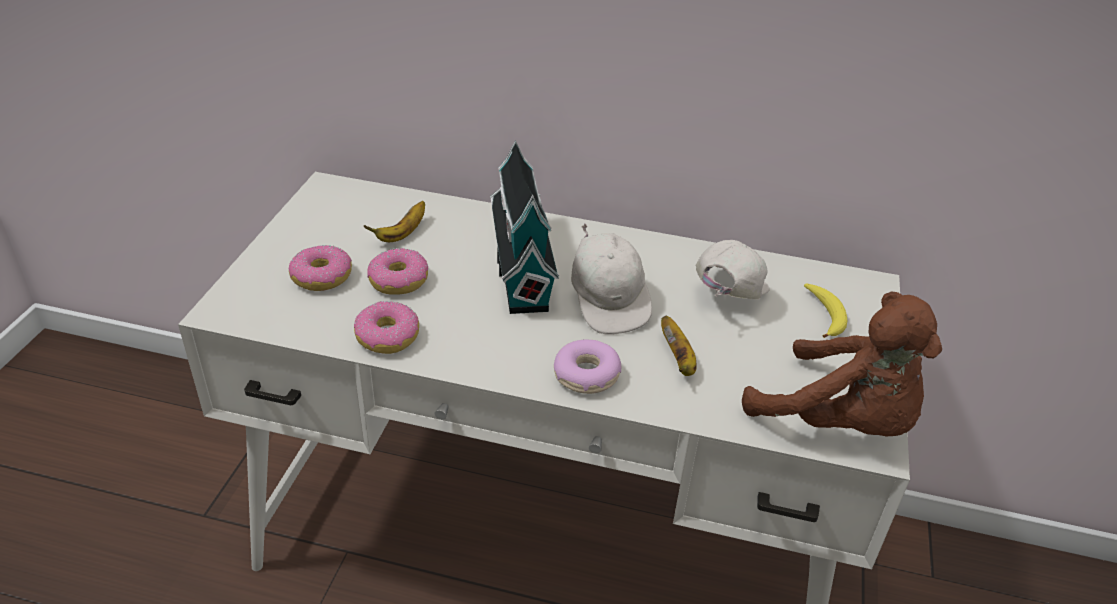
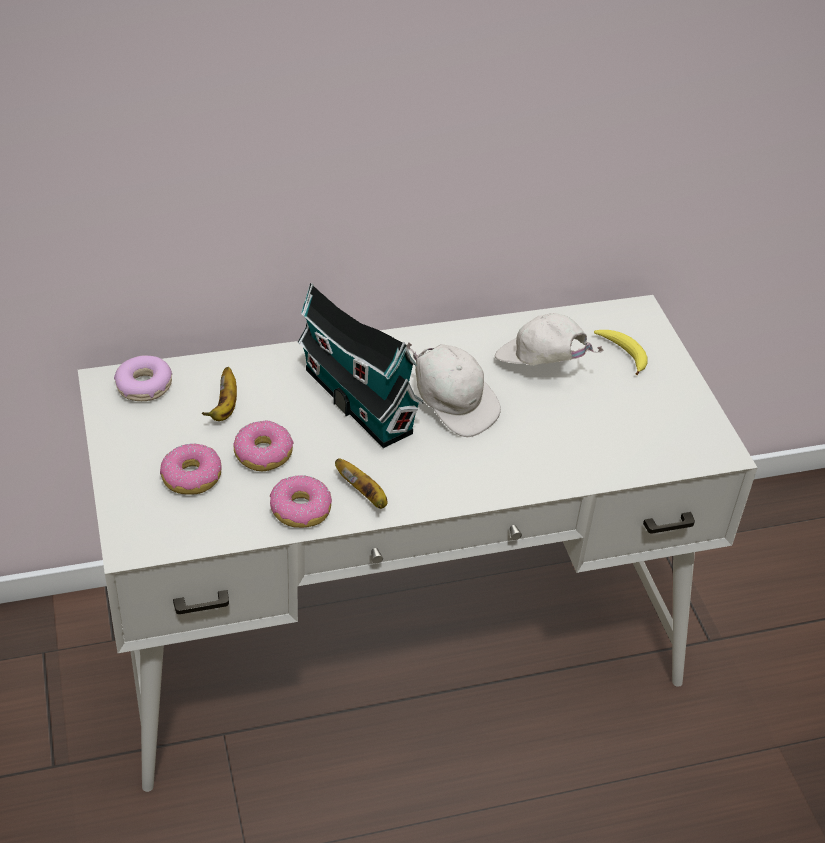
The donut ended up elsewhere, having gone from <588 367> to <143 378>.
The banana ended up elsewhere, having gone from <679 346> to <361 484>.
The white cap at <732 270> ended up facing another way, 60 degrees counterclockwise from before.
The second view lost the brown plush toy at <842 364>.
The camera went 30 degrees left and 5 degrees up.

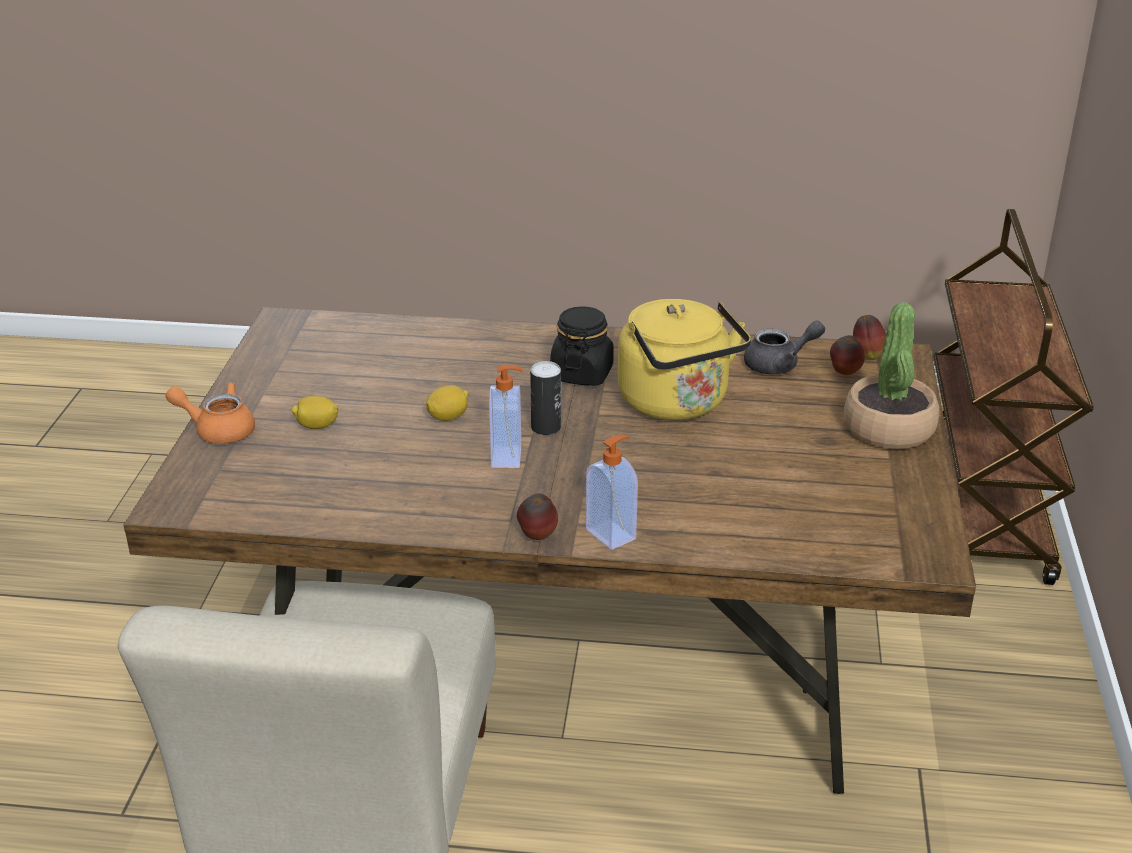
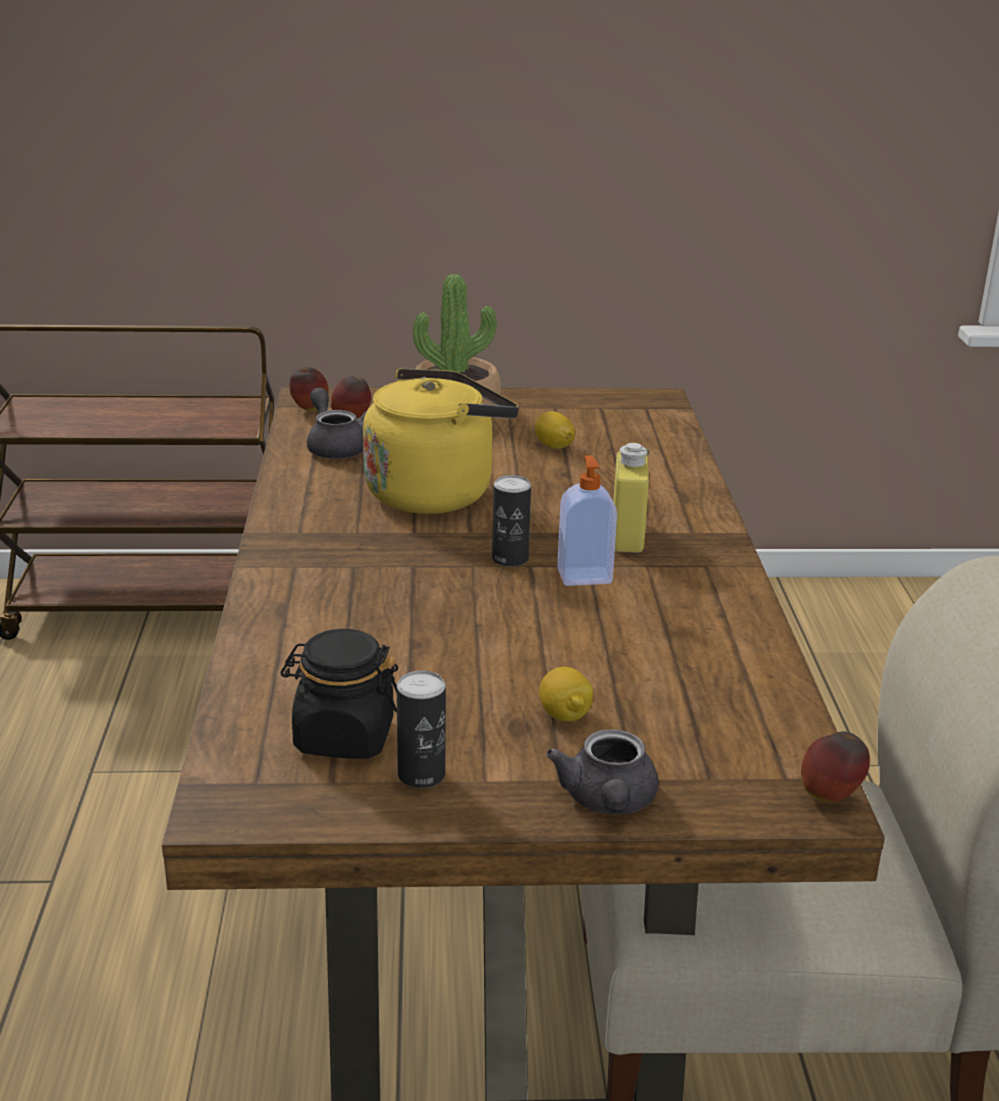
What was the orange teapot at <210 413> turned into the grey teapot at <602 771>.
The lemon ended up elsewhere, having gone from <447 403> to <555 430>.
The apple ended up elsewhere, having gone from <537 516> to <835 767>.
The black jar ended up elsewhere, having gone from <582 346> to <339 694>.
The second view lost the soap dispenser at <612 492>.
The second view gained the can at <421 729>.
The second view gained the yellow bottle at <631 498>.
The camera went 100 degrees left and 5 degrees down.

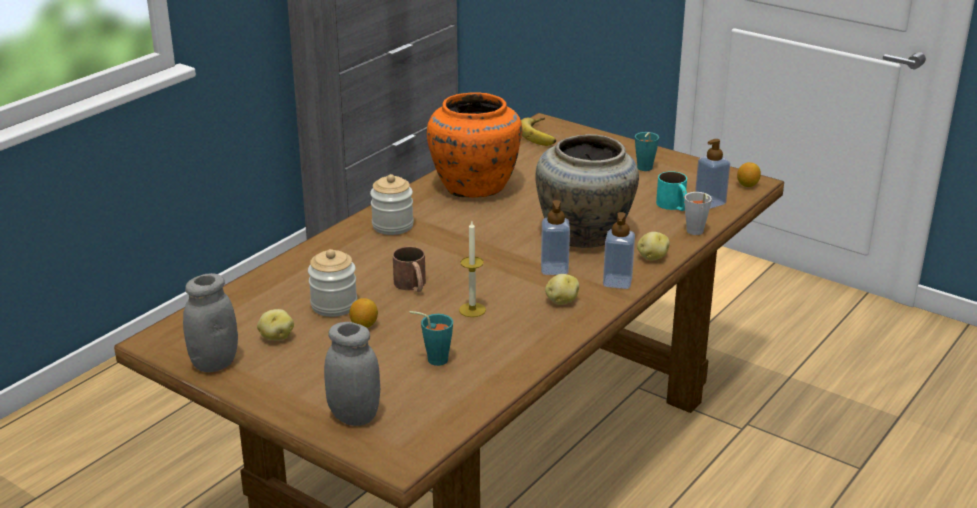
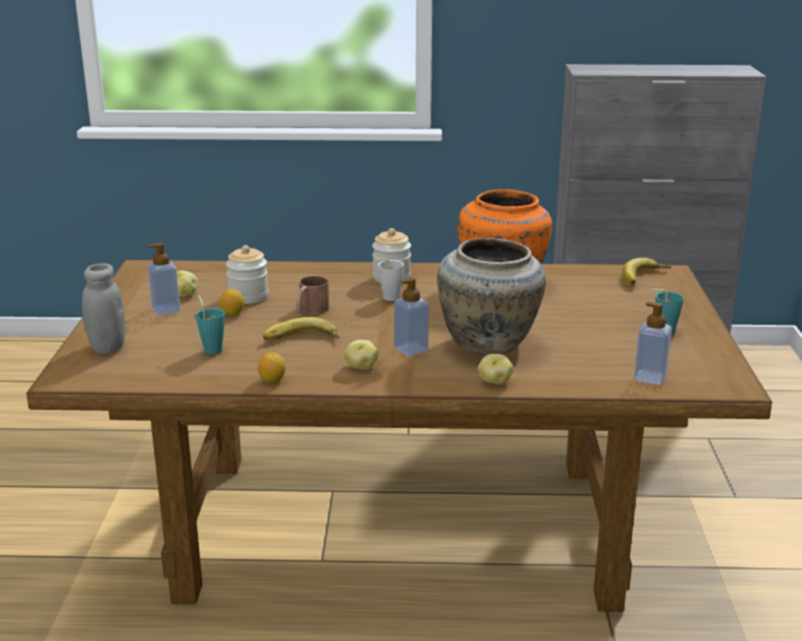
The second view lost the grey jar at <210 322>.
Where the candle stood at <472 269>, the banana came to stand at <301 329>.
The soap dispenser ended up elsewhere, having gone from <619 250> to <163 279>.
The second view lost the turquoise mug at <671 191>.
The grey cup ended up elsewhere, having gone from <698 213> to <389 279>.
The lemon ended up elsewhere, having gone from <749 174> to <272 367>.
The camera went 55 degrees right and 5 degrees down.

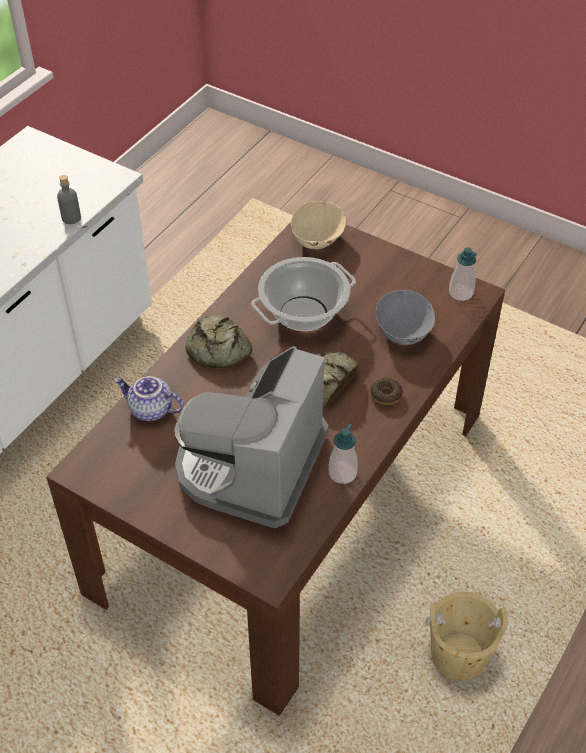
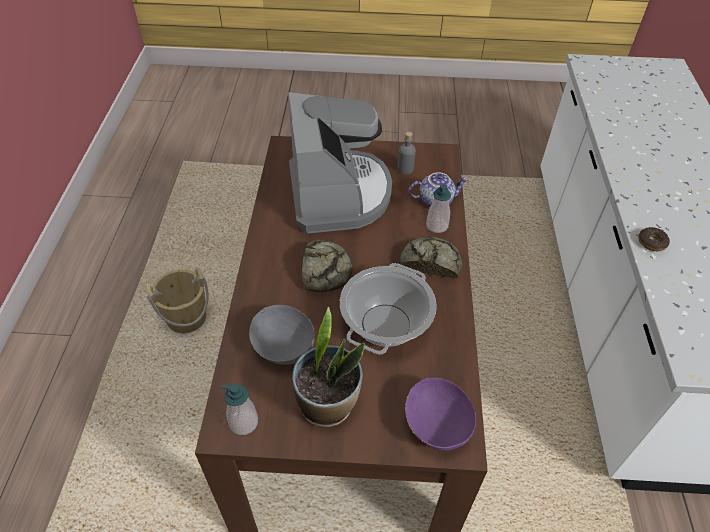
The grey bottle ended up elsewhere, having gone from <69 199> to <406 153>.
What was the beige bowl at <318 225> turned into the purple bowl at <440 414>.
The soap dispenser ended up elsewhere, having gone from <343 453> to <438 208>.
The donut ended up elsewhere, having gone from <386 391> to <654 239>.
The second view gained the potted plant at <328 366>.
The camera went 150 degrees right and 0 degrees up.

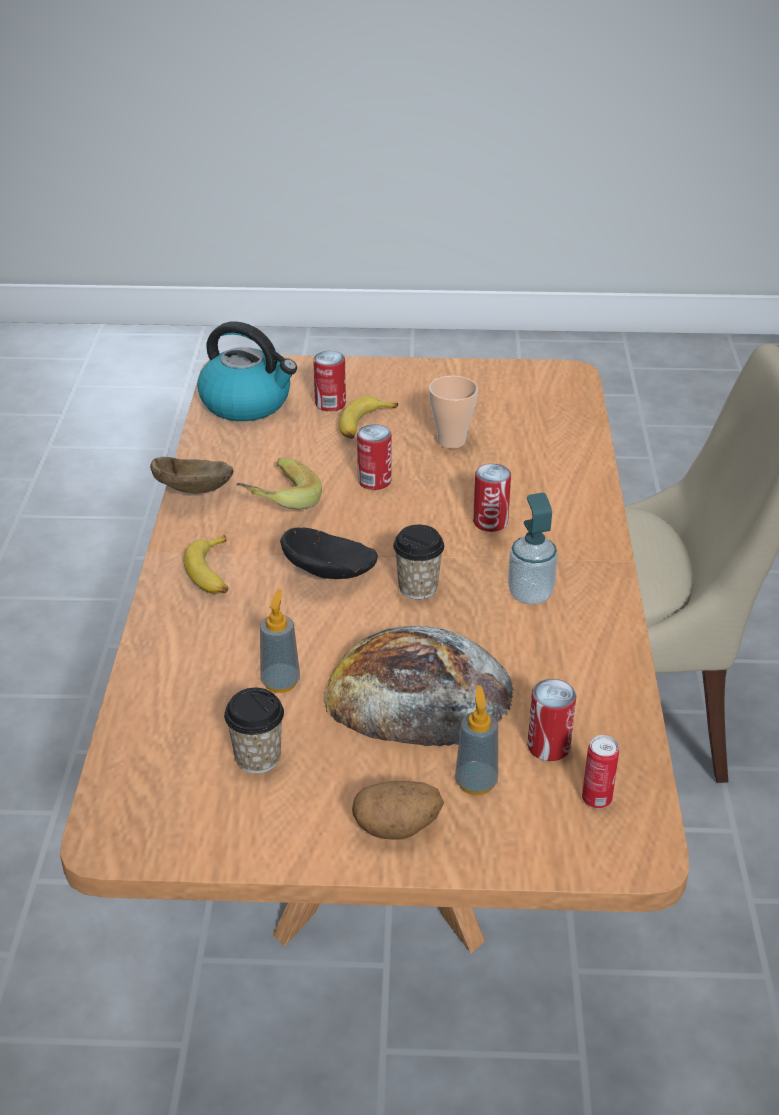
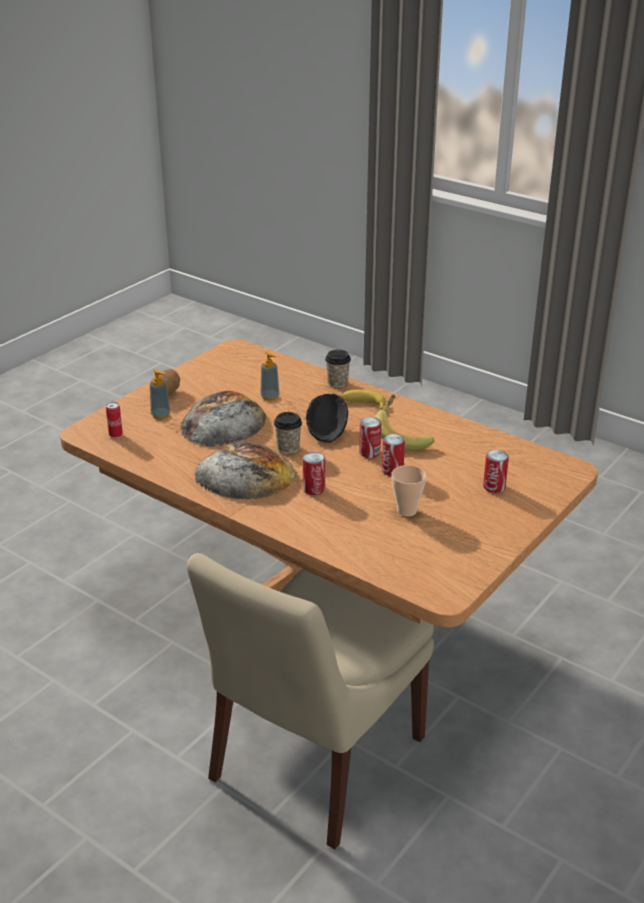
The second view lost the brown bowl at <191 475>.
The second view lost the kettle at <247 371>.
The cup ended up elsewhere, having gone from <254 731> to <338 369>.
The second view lost the banana at <368 417>.
Where the soap dispenser stood at <533 549>, the bread came to stand at <244 470>.
The can ended up elsewhere, having gone from <551 720> to <370 437>.
The camera went 125 degrees right and 5 degrees down.

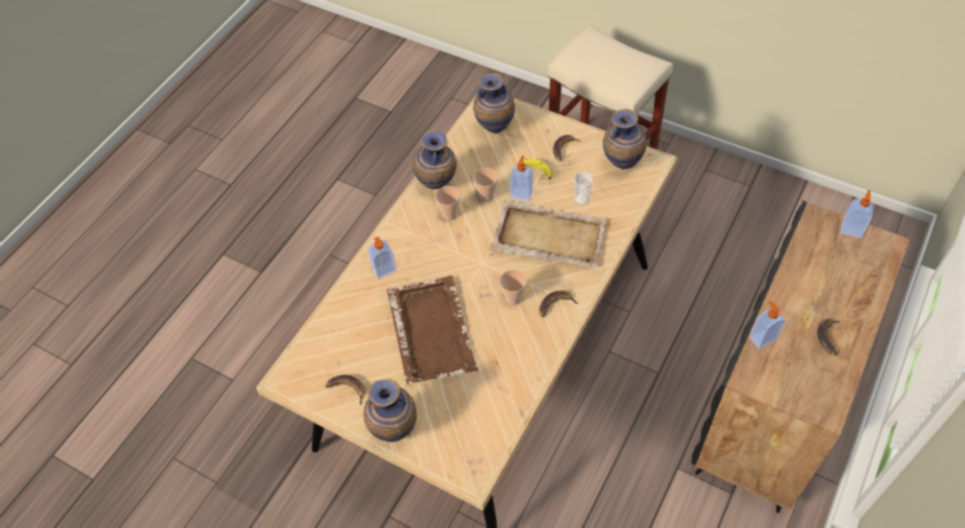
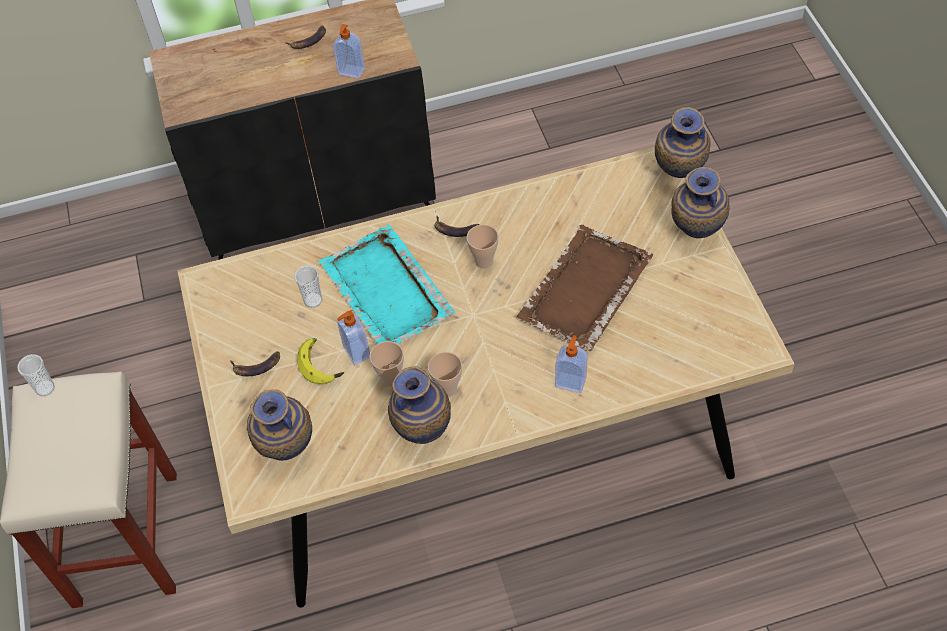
The second view lost the banana at <345 390>.
What was the beige tray at <548 234> turned into the turquoise tray at <386 284>.
The vase ended up elsewhere, having gone from <625 139> to <682 142>.
The second view lost the soap dispenser at <857 214>.
The second view gained the cup at <36 375>.
The camera went 135 degrees left and 0 degrees up.

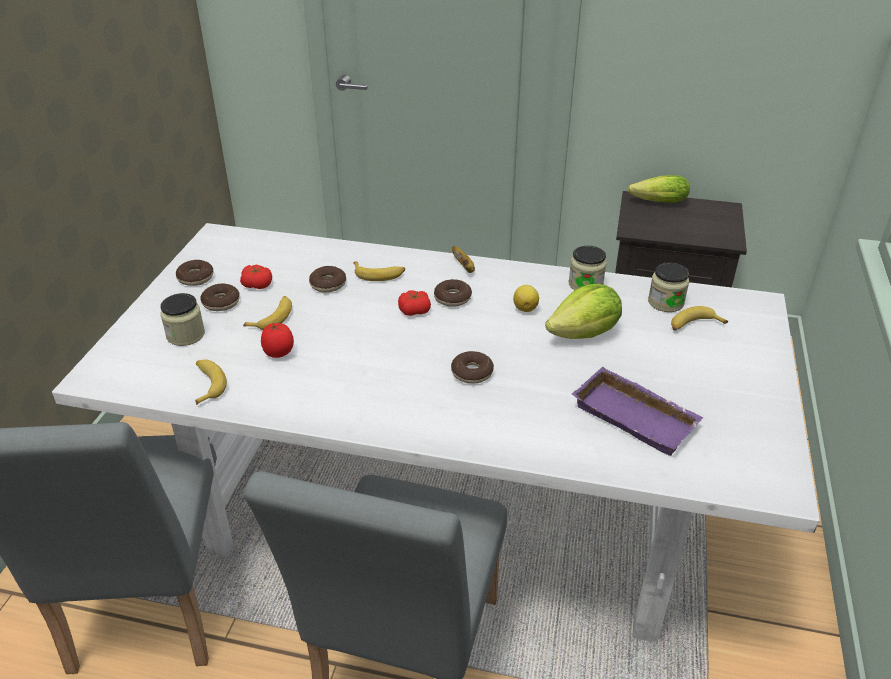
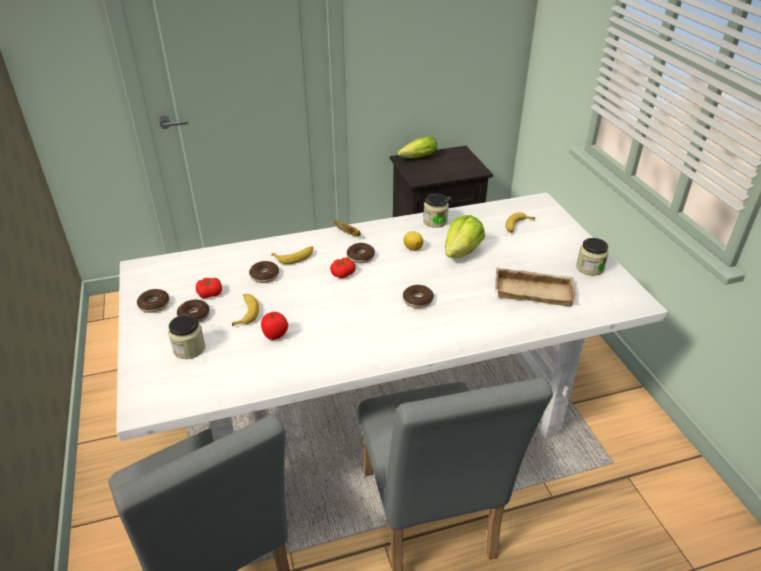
The second view lost the banana at <211 382>.
What was the purple tray at <637 411> turned into the beige tray at <535 286>.
The jar ended up elsewhere, having gone from <668 287> to <592 257>.
The camera went 30 degrees left and 0 degrees up.

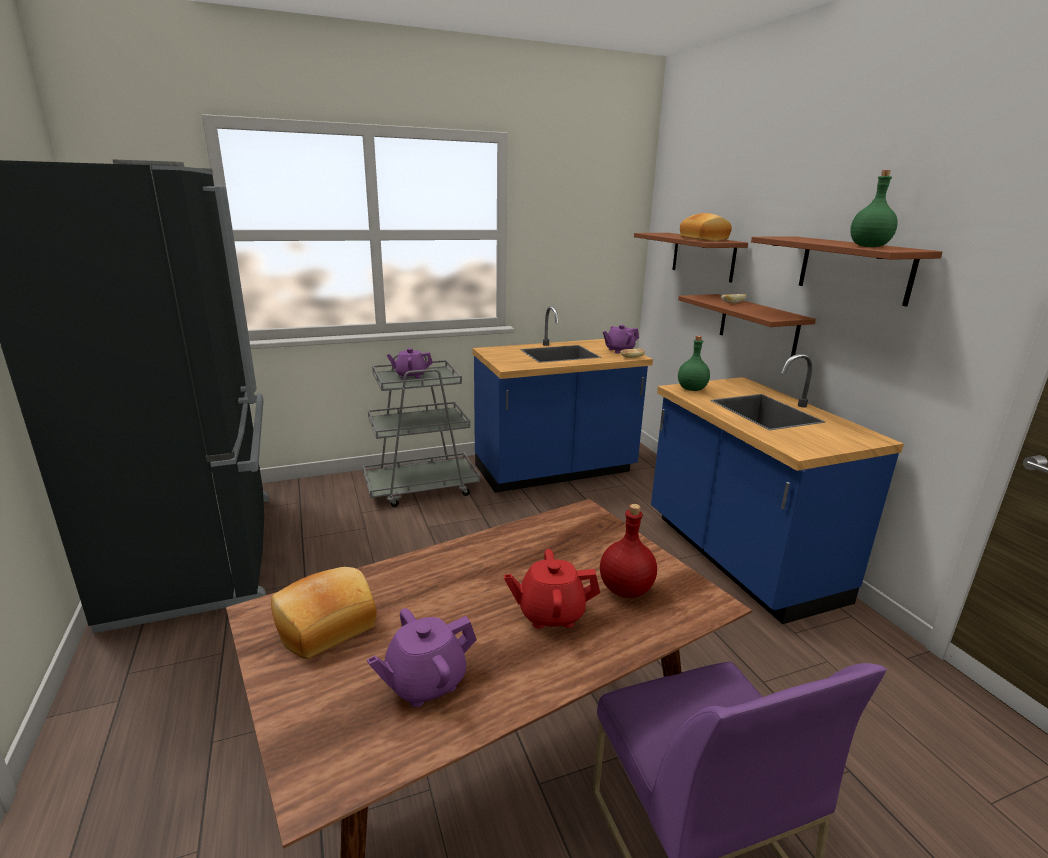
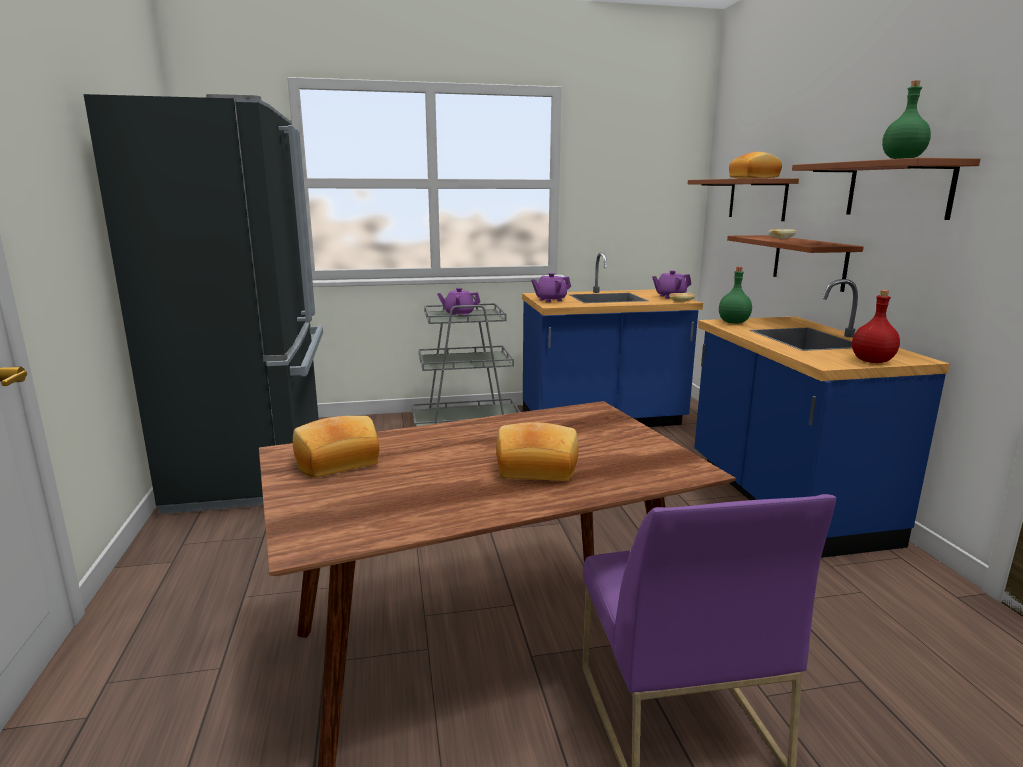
The purple teapot ended up elsewhere, having gone from <422 657> to <551 287>.
Where the red teapot stood at <552 589>, the bread came to stand at <537 451>.
The red bottle ended up elsewhere, having gone from <628 551> to <876 326>.
The camera went 10 degrees right and 5 degrees down.

